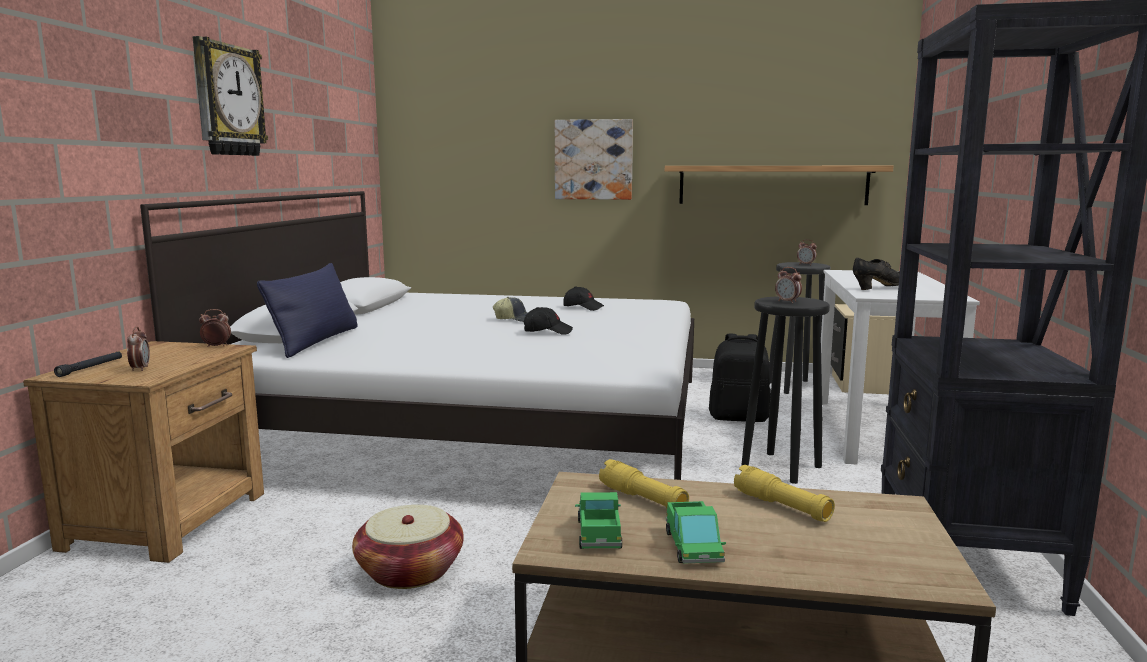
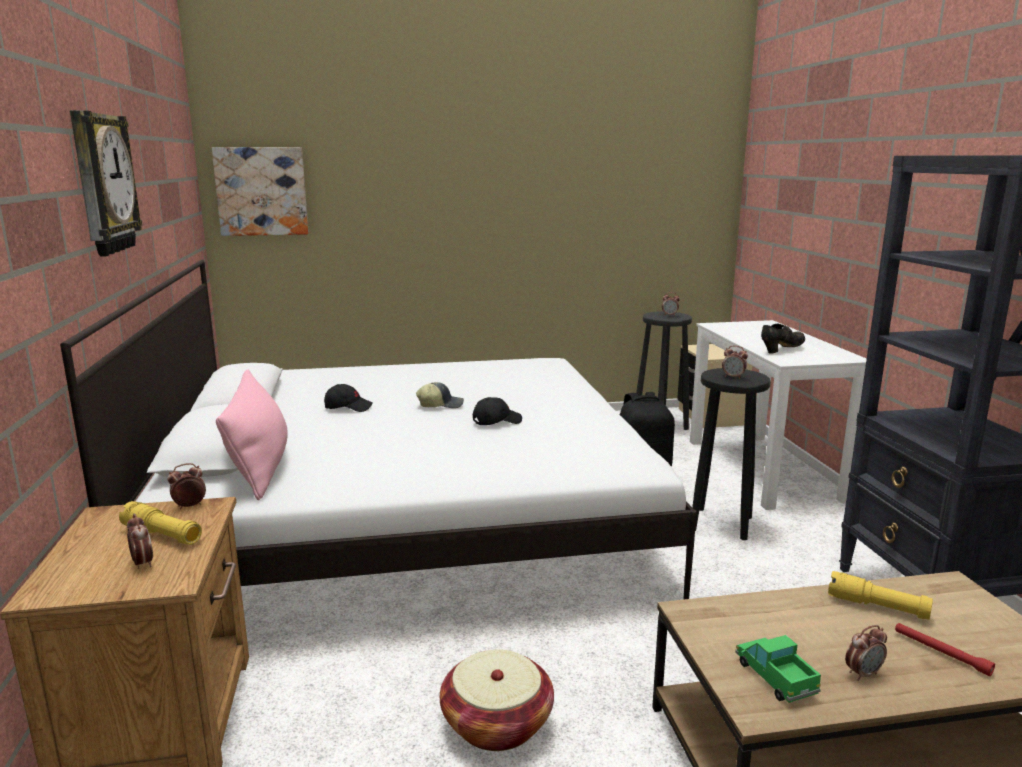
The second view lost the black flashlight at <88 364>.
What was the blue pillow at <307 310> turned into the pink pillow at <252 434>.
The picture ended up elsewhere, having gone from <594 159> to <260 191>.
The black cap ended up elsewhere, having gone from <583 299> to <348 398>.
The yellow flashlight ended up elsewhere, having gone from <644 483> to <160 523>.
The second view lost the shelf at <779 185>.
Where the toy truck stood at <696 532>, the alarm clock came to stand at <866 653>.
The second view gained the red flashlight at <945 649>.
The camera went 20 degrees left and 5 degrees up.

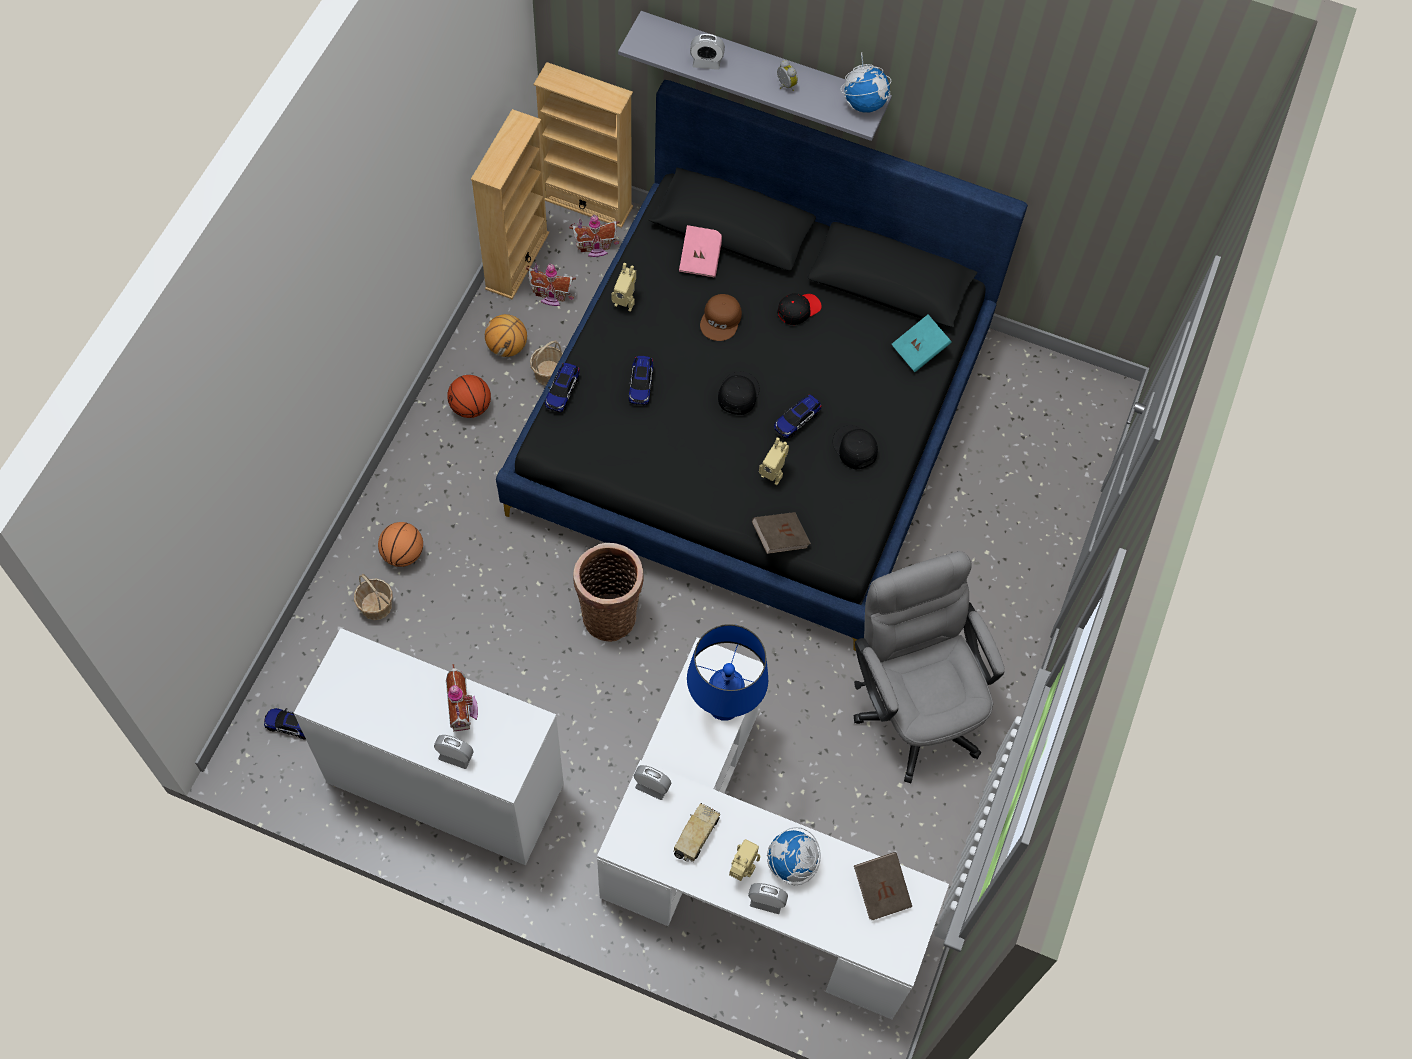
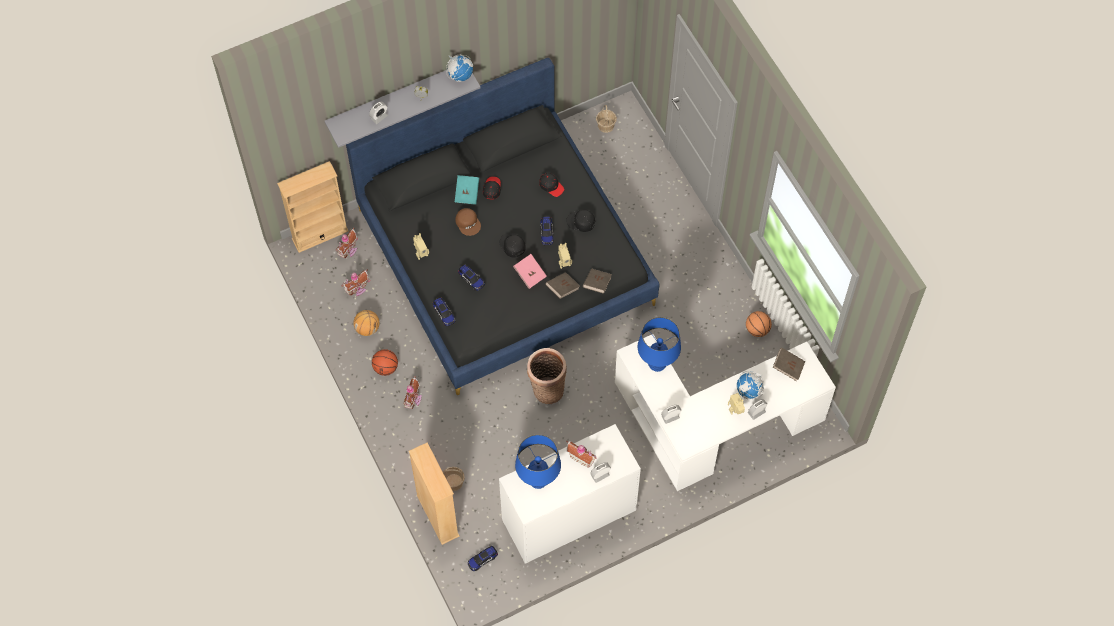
The basketball ended up elsewhere, having gone from <400 544> to <759 324>.
The beige bookcase ended up elsewhere, having gone from <510 204> to <434 494>.
The basket ended up elsewhere, having gone from <546 363> to <606 119>.
The second view lost the toy truck at <696 832>.
The pink book ended up elsewhere, having gone from <700 251> to <530 271>.
The second view lost the grey office chair at <929 667>.
The turquoise book ended up elsewhere, having gone from <922 343> to <467 190>.
The second view gained the toy house at <412 392>.
The second view gained the blue table lamp at <538 461>.
The second view gained the black cap at <552 185>.
The second view gained the brown book at <562 285>.
The camera went 45 degrees left and 0 degrees up.

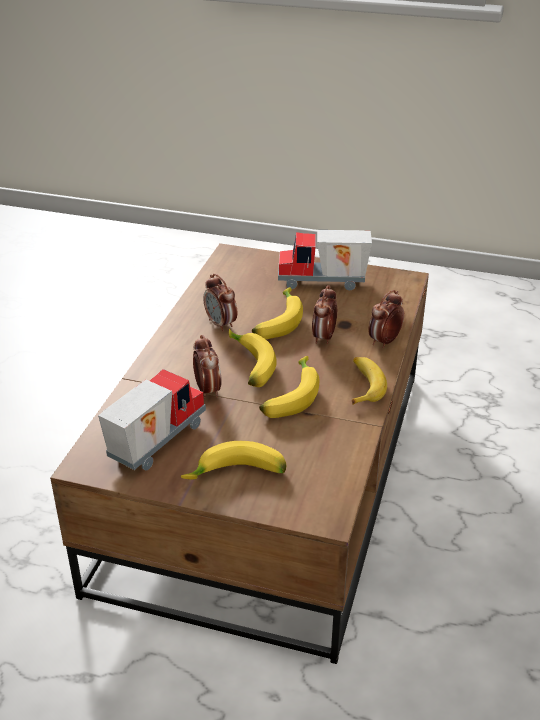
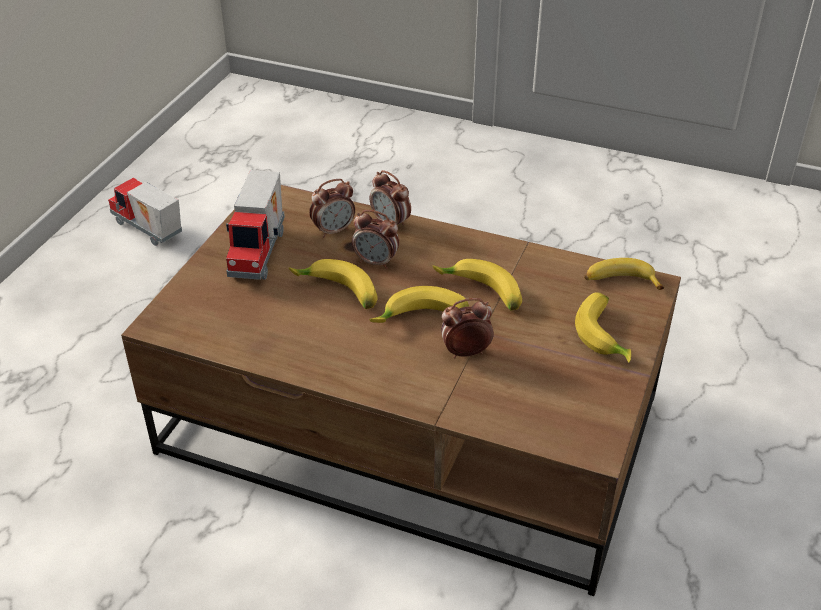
The toy truck ended up elsewhere, having gone from <152 419> to <145 212>.
The alarm clock ended up elsewhere, having gone from <220 303> to <332 208>.
The banana ended up elsewhere, having gone from <369 381> to <624 274>.
The camera went 85 degrees left and 5 degrees up.

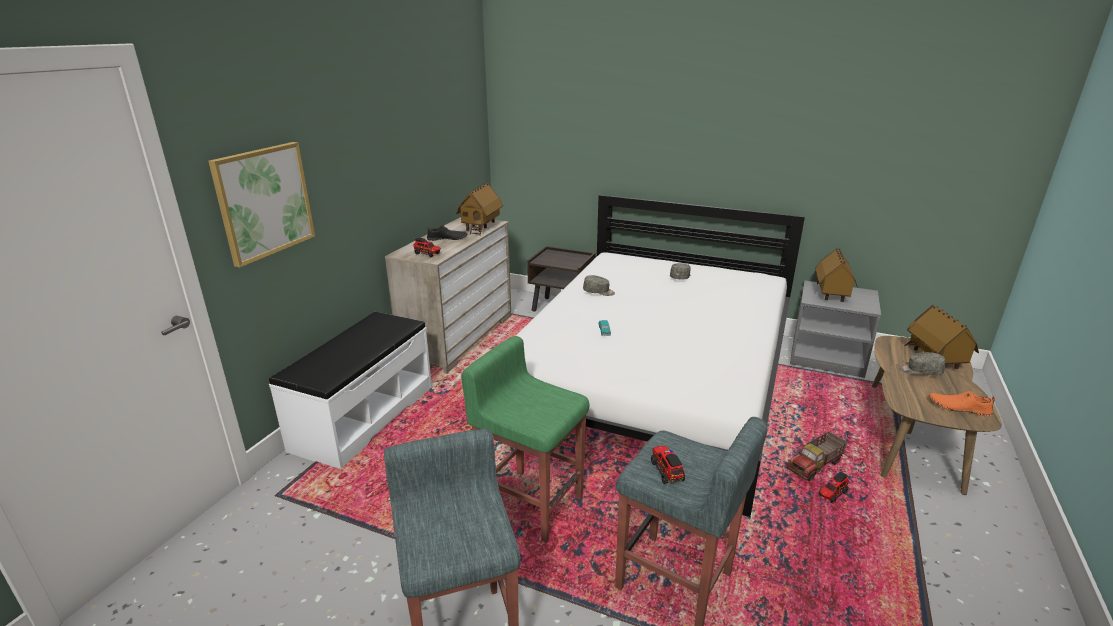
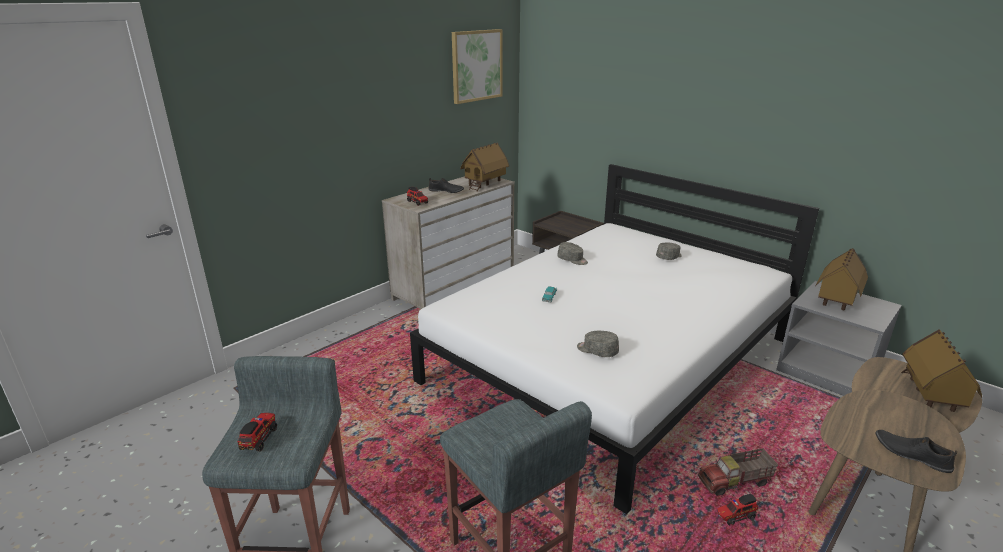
The picture ended up elsewhere, having gone from <261 204> to <477 66>.
The second view lost the white bench at <350 390>.
The second view lost the green stool at <525 439>.
The toy truck ended up elsewhere, having gone from <668 465> to <257 432>.
The grey cap ended up elsewhere, having gone from <922 363> to <598 344>.
What was the orange shoe at <962 403> turned into the black shoe at <916 451>.
The camera went 20 degrees right and 0 degrees up.

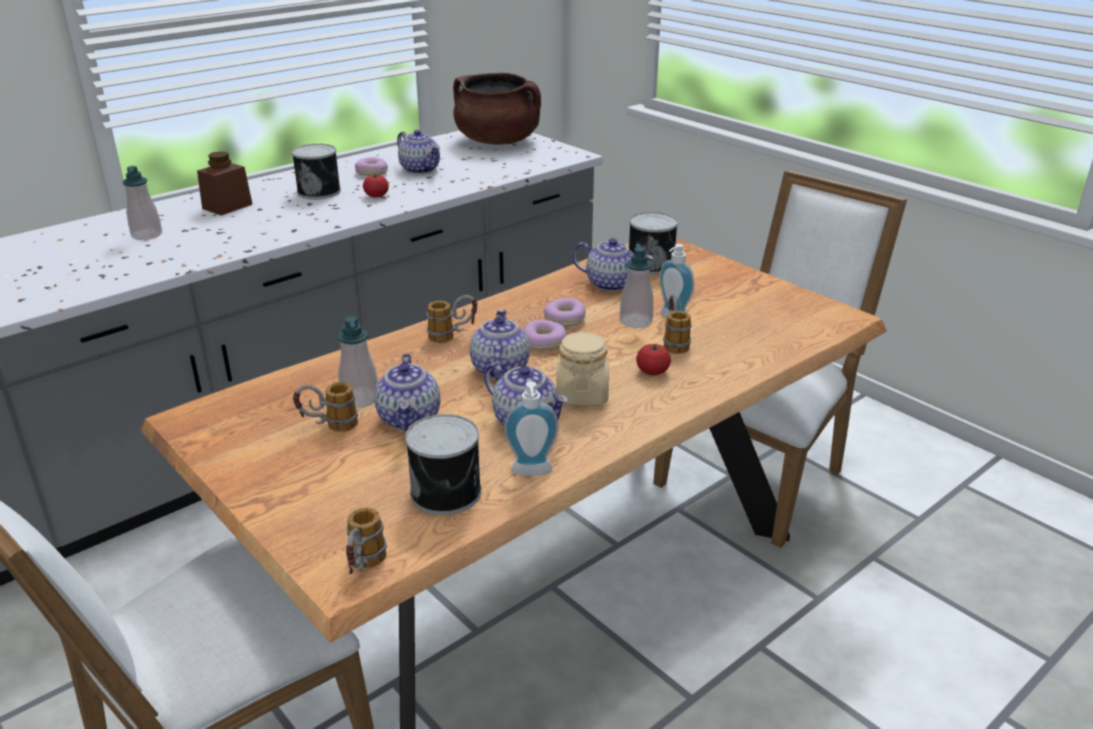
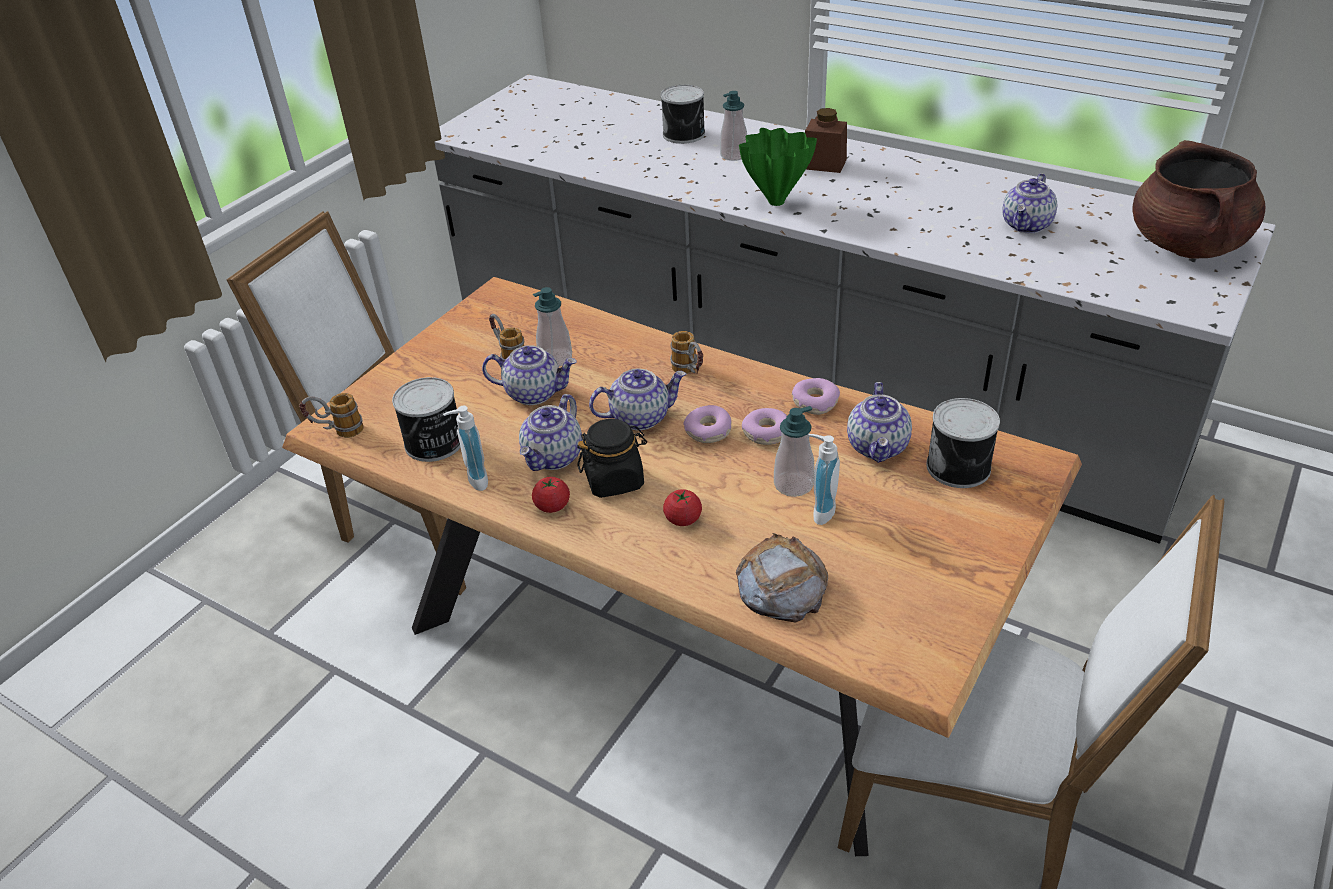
The can ended up elsewhere, having gone from <316 172> to <683 114>.
The donut ended up elsewhere, having gone from <371 166> to <816 396>.
The tomato ended up elsewhere, having gone from <376 186> to <551 495>.
The teapot at <407 392> ended up facing another way, 150 degrees counterclockwise from before.
What was the beige jar at <582 369> turned into the black jar at <612 458>.
The second view lost the mug at <677 324>.
The second view gained the bread at <782 578>.
The second view gained the green vase at <778 167>.
The camera went 75 degrees right and 10 degrees up.

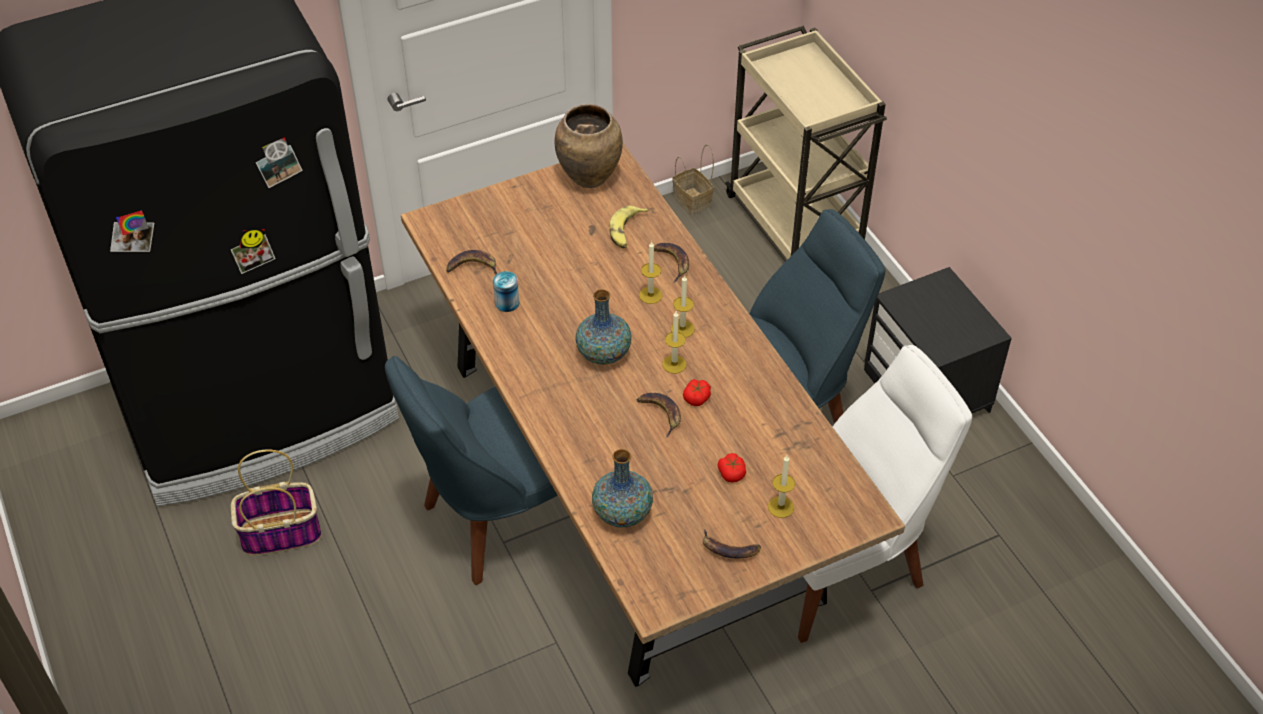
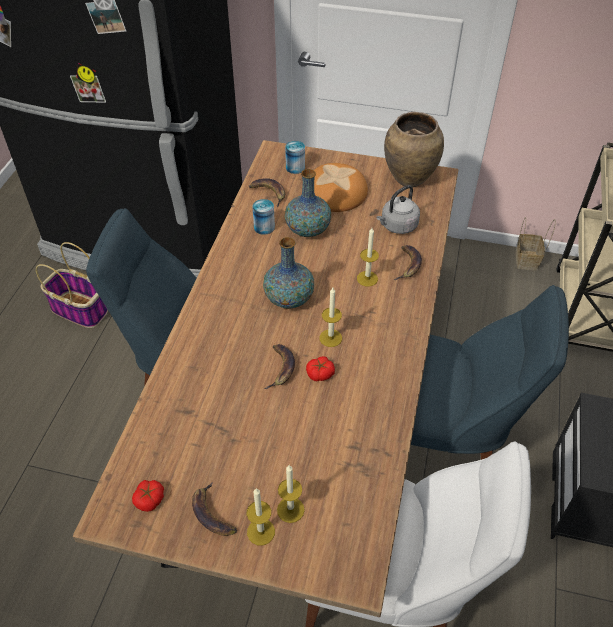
The vase ended up elsewhere, having gone from <622 488> to <308 203>.
Where the banana stood at <629 227>, the grey kettle came to stand at <398 209>.
The candle ended up elsewhere, having gone from <683 306> to <261 516>.
The tomato ended up elsewhere, having gone from <731 467> to <148 496>.
The second view gained the can at <295 157>.
The second view gained the bread at <341 187>.
The camera went 40 degrees right and 0 degrees up.

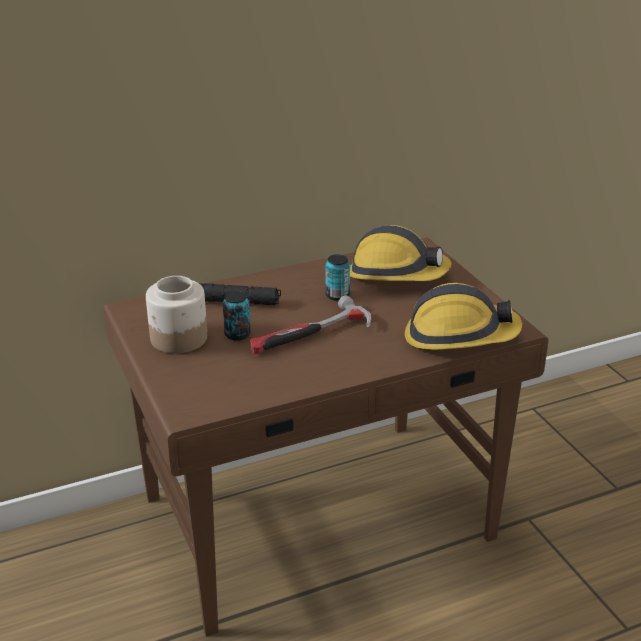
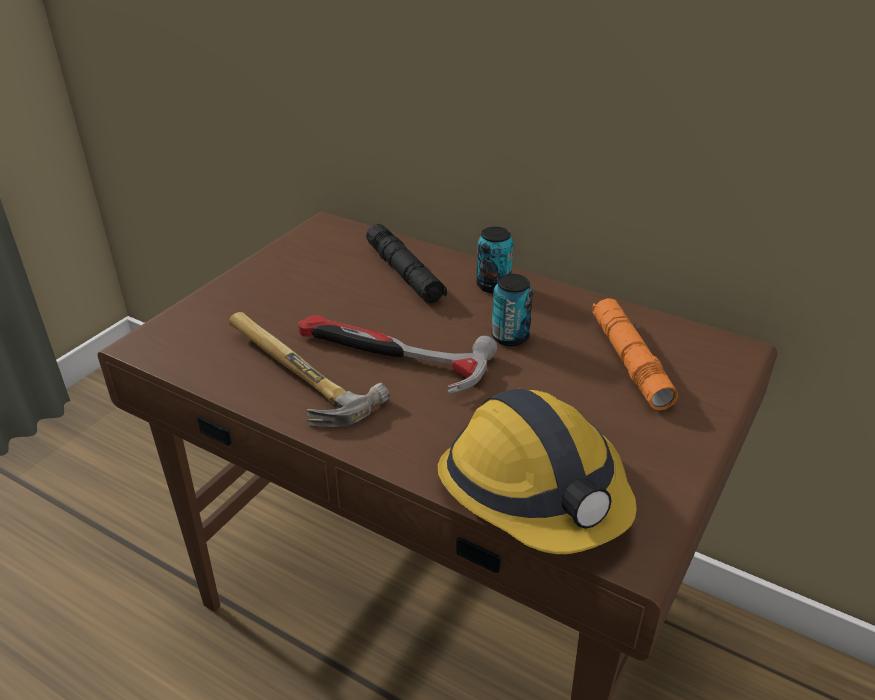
The second view lost the jar at <176 315>.
The can ended up elsewhere, having gone from <237 316> to <494 260>.
Where the hard hat stood at <400 253>, the orange flashlight came to stand at <635 354>.
The second view gained the hammer at <309 369>.
The camera went 55 degrees right and 5 degrees up.

